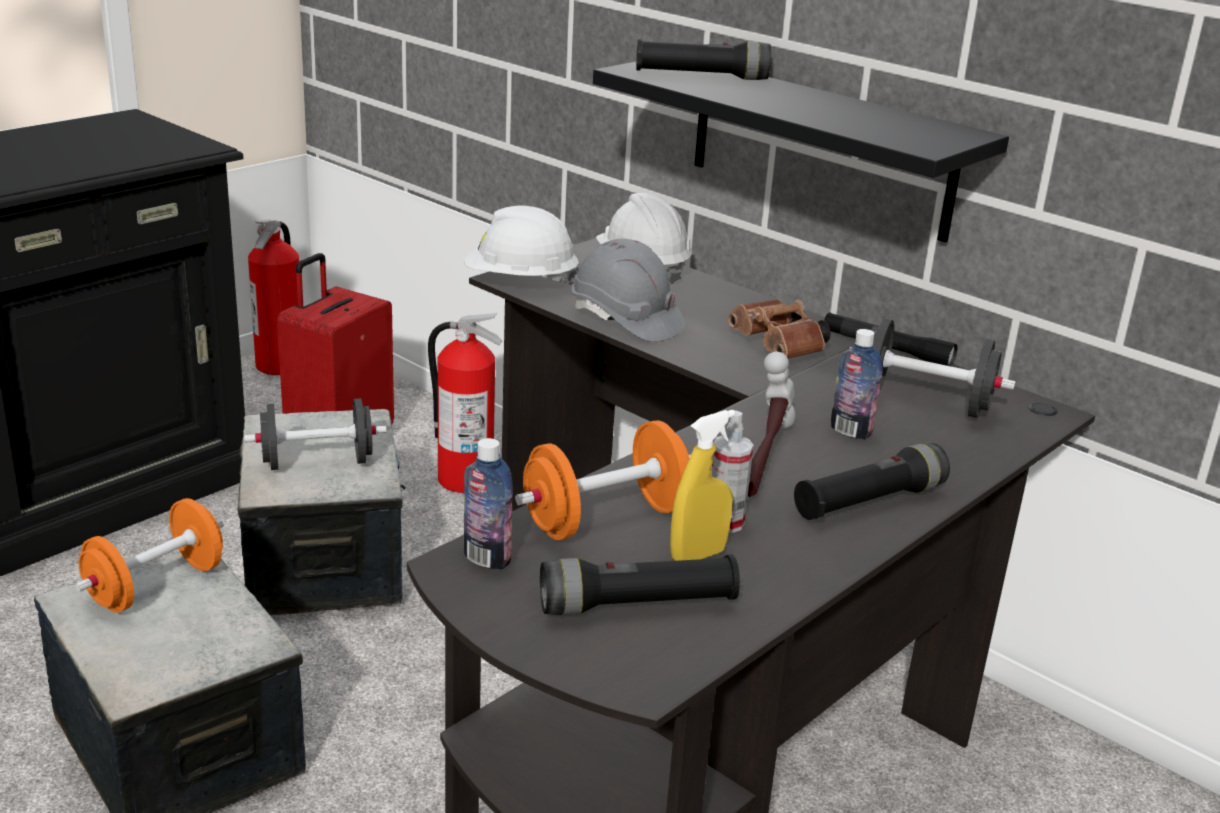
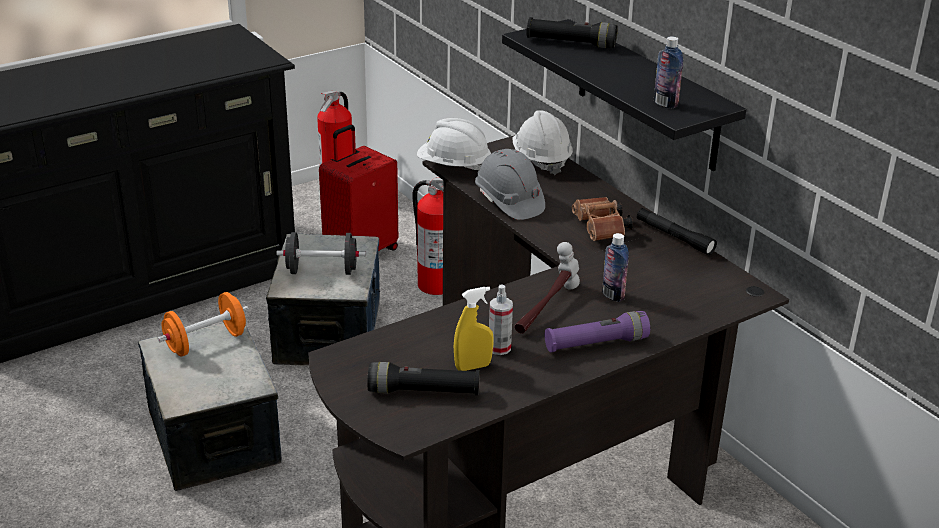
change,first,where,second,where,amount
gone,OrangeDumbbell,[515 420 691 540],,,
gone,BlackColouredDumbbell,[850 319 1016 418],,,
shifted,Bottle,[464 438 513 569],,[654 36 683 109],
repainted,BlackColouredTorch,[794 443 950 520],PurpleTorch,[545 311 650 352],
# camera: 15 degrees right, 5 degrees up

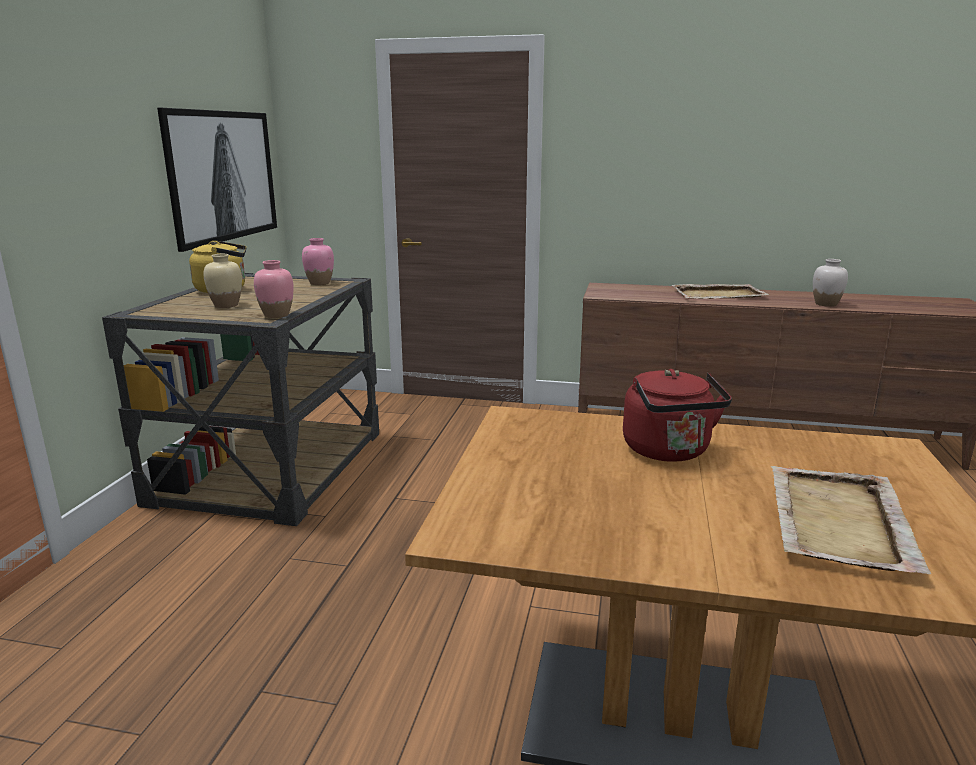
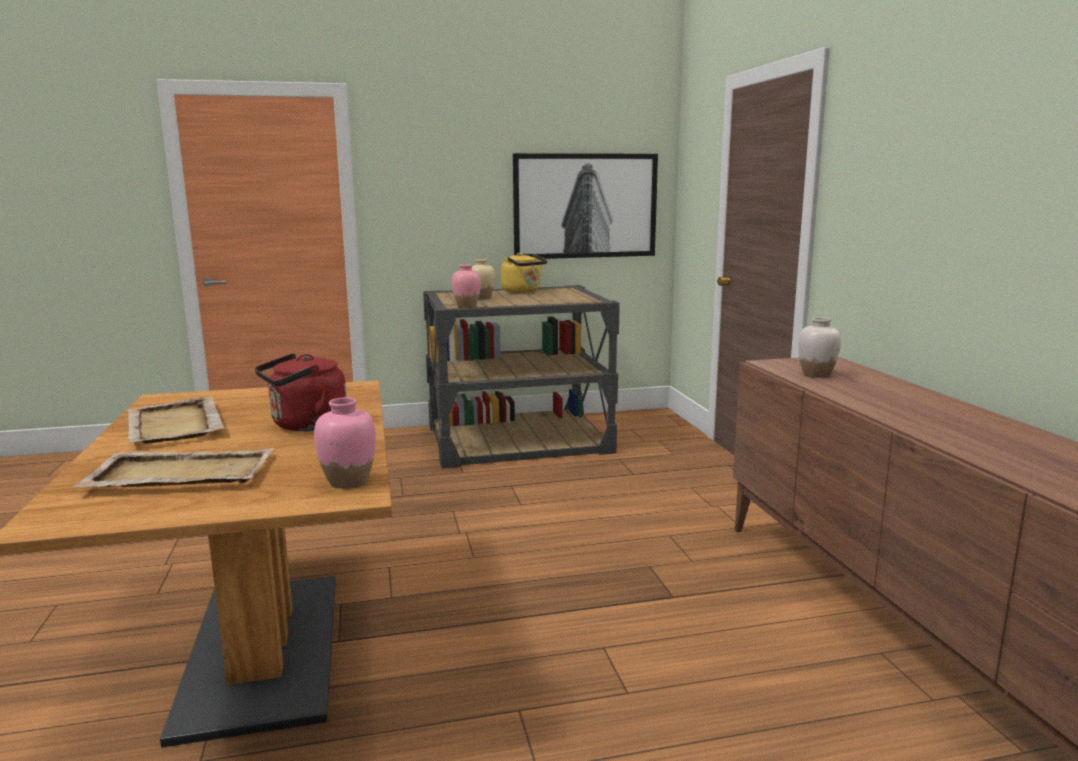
change,first,where,second,where,amount
shifted,PinkDecorativeVase,[302 238 334 285],,[314 397 376 489],
shifted,BeigeTray,[672 284 769 299],,[128 396 224 444],
shifted,WhiteColouredDecorativeVase,[813 259 848 307],,[798 317 841 378],
# camera: 65 degrees right, 5 degrees down

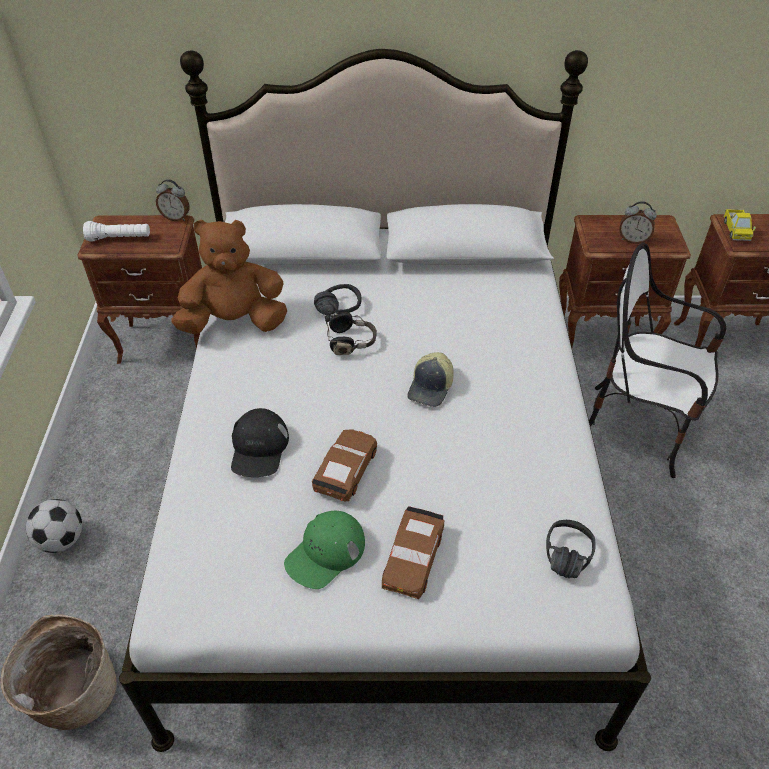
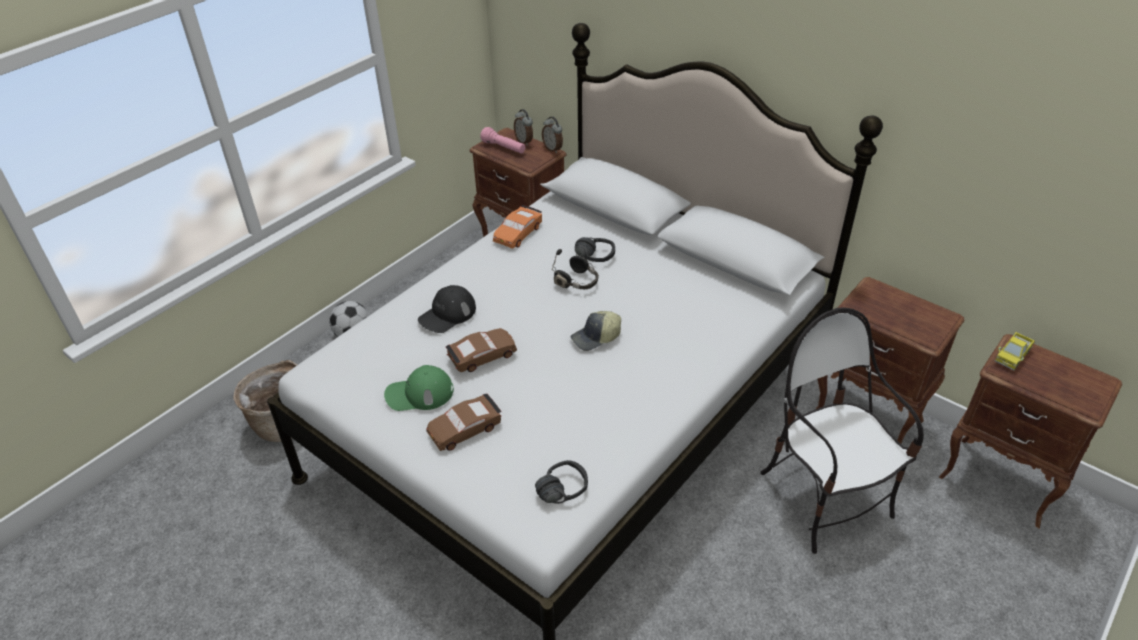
change,first,where,second,where,amount
shifted,AlarmClock,[619 201 657 244],,[514 109 533 146],
swapped,BrownColouredSoftToy,[171 219 287 334],OrangeToyCar,[493 205 542 249],
repainted,WhiteColouredTorch,[83 221 150 241],PinkTorch,[480 127 525 154],
# camera: 40 degrees right, 5 degrees down

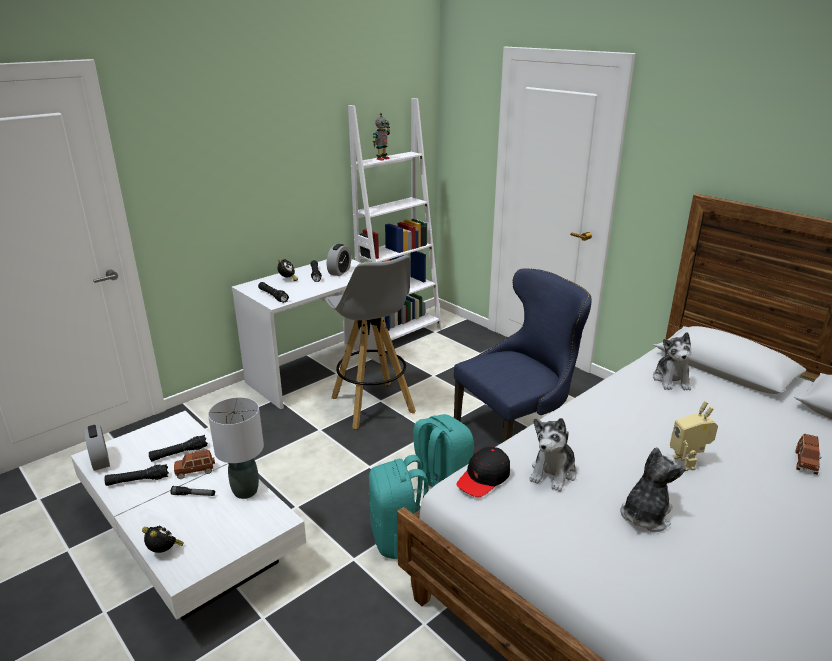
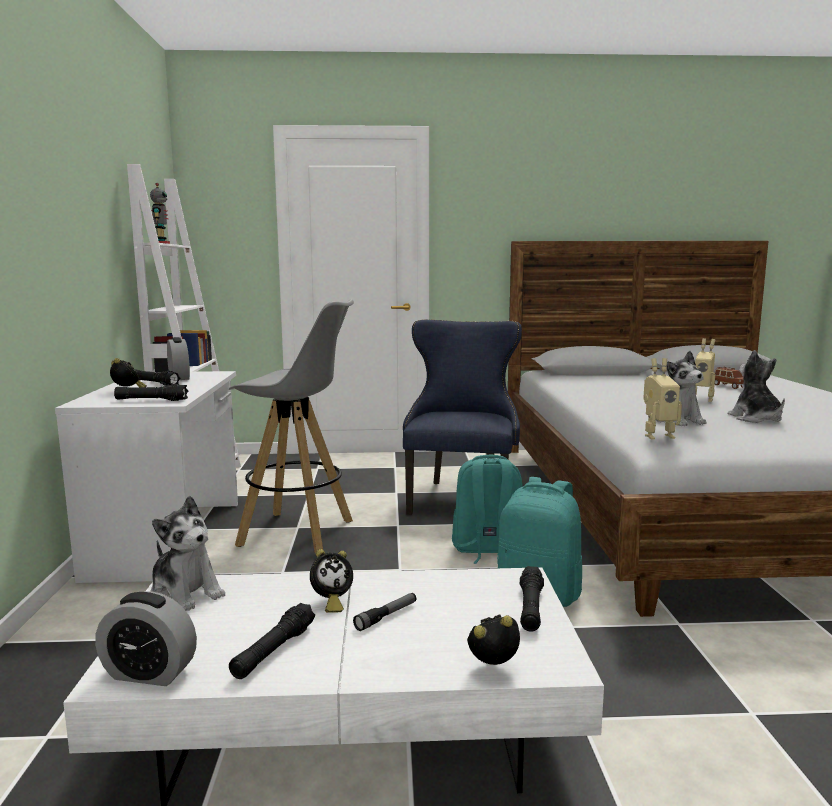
change,first,where,second,where,amount
gone,GreyishLampForATable,[208 397 264 499],,,
shifted,BlackColouredTorch,[149 435 208 462],,[520 566 544 632],
shifted,SoftToy,[653 332 691 390],,[151 496 225 611],
swapped,BrownColouredToyCar,[174 449 215 479],AlarmClock,[310 549 353 613],
swapped,BlackColouredPeakedCap,[456 447 510 498],RobotFigure,[643 358 682 439],
# camera: 50 degrees left, 15 degrees down

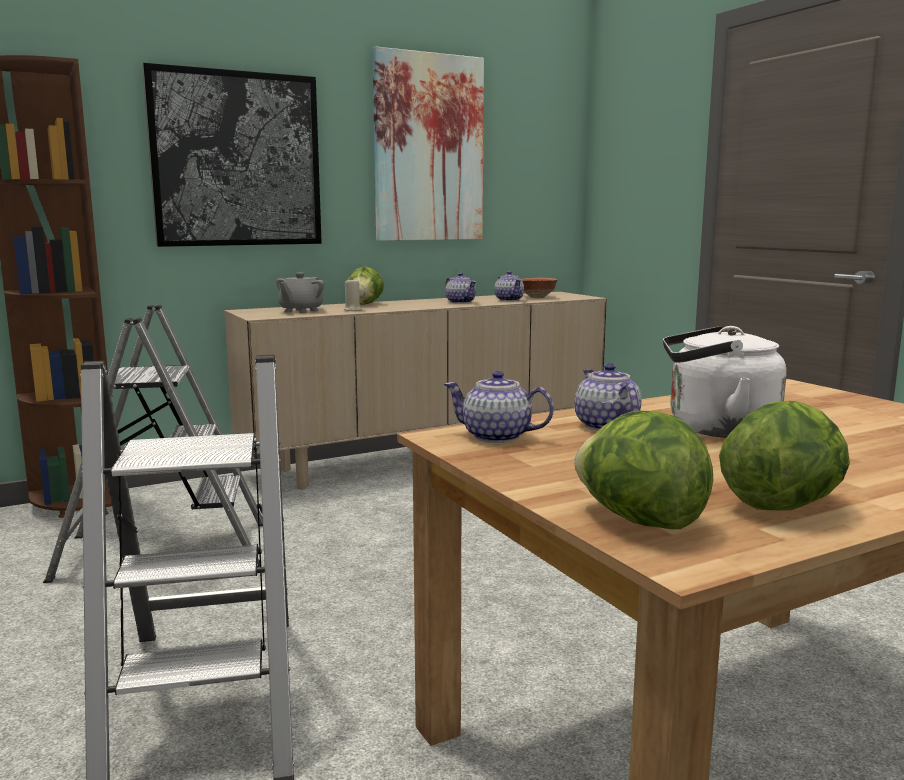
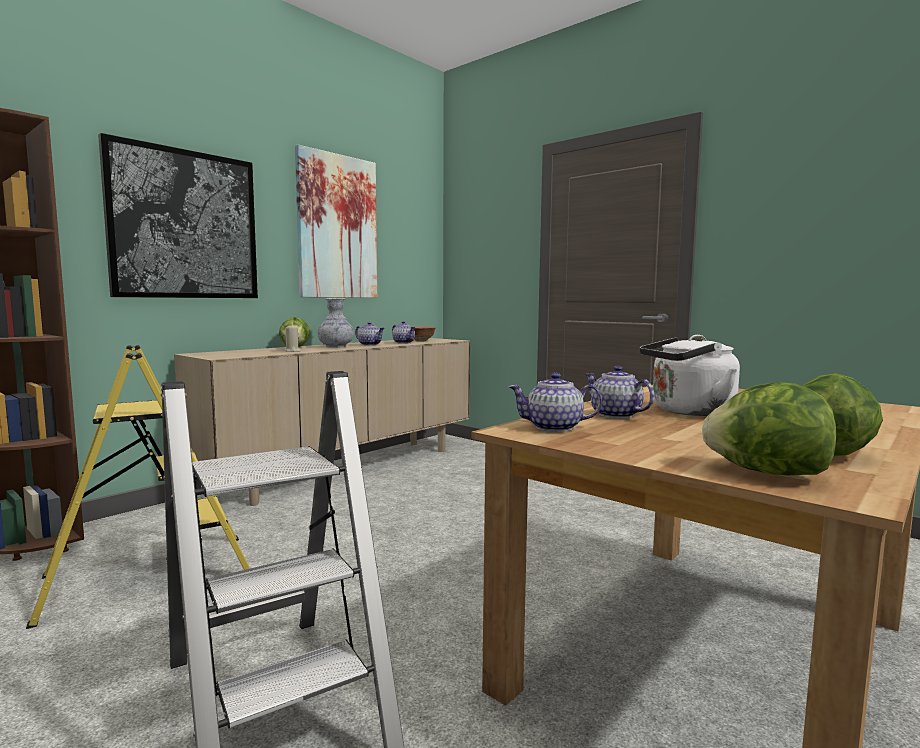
change,first,where,second,where,amount
gone,GreyishPotForTea,[276 272 324 313],,,
new,,,DecorativeVase,[317 298 354 348],
repainted,GreyishStepLadder,[43 305 263 583],YellowColouredStepLadder,[26 345 250 629],
# camera: 20 degrees left, 5 degrees down

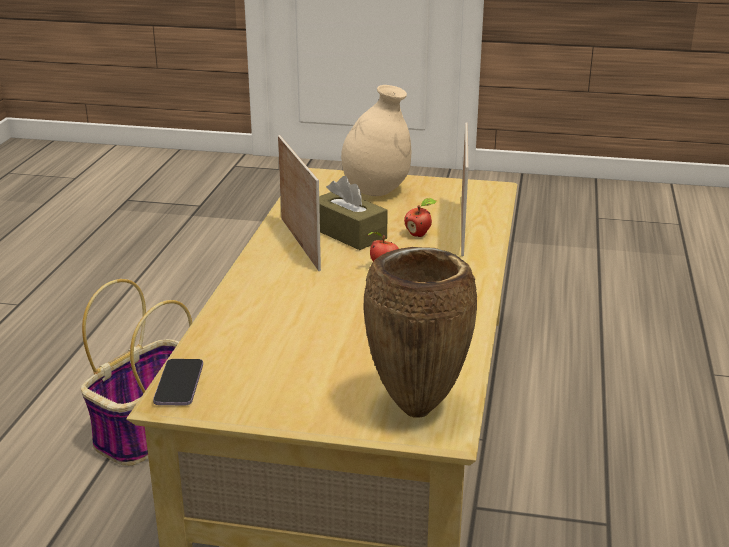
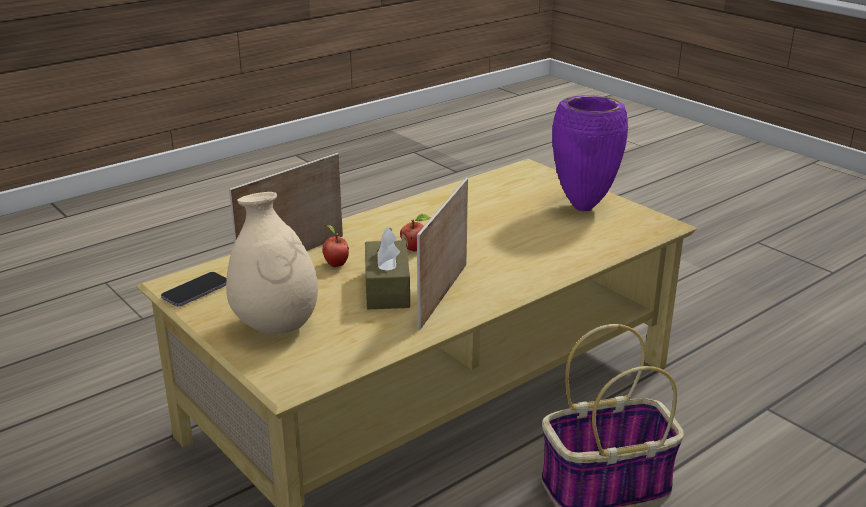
change,first,where,second,where,amount
gone,BrownColouredDecorativeVase,[363 247 477 418],,,
new,,,PurpleDecorativeVase,[552 95 628 211],
shifted,Handset,[153 359 203 405],,[161 272 227 306],
# camera: 140 degrees left, 0 degrees up

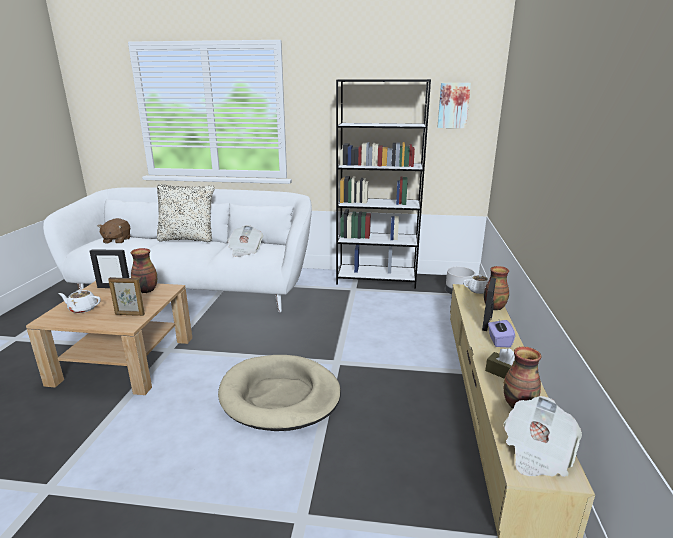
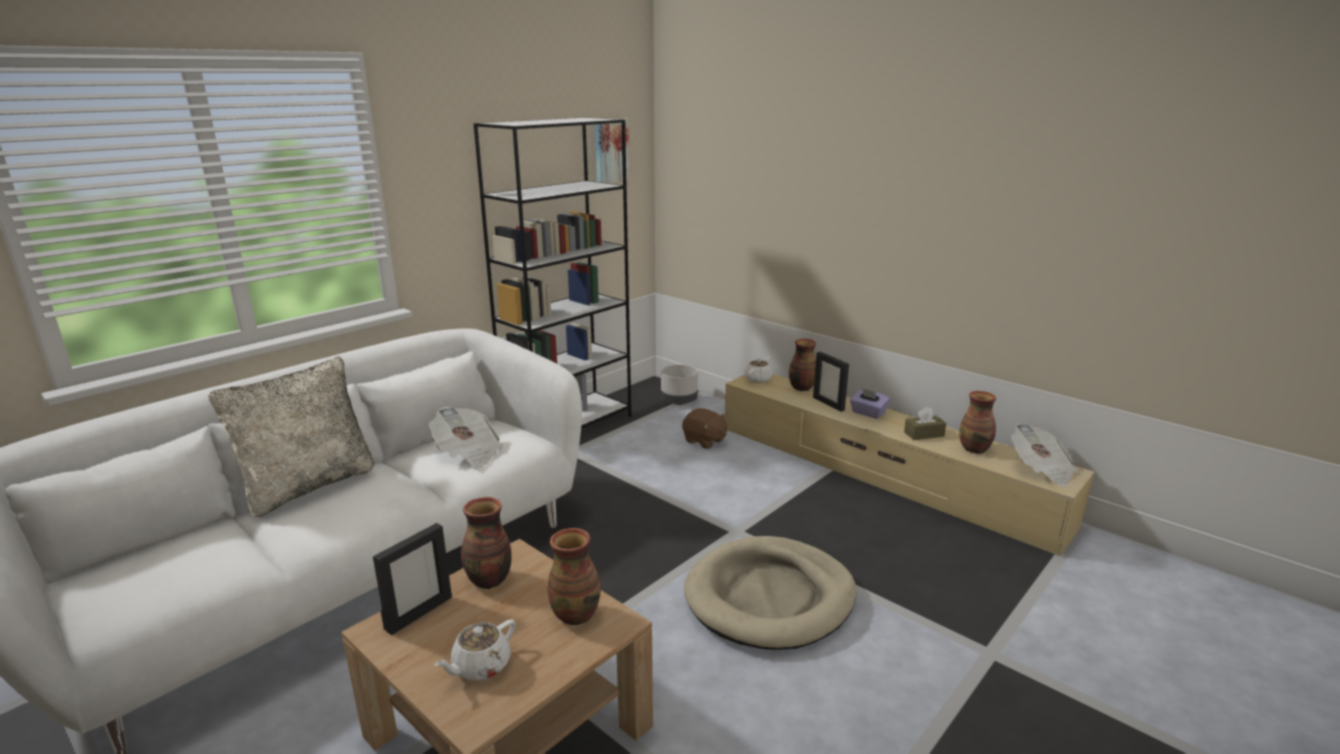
change,first,where,second,where,amount
shifted,BrownColouredSoftToy,[98 218 130 243],,[682 408 727 449],
swapped,StandingFrame,[108 277 145 316],DecorativeVase,[548 528 601 625],
# camera: 55 degrees left, 0 degrees up

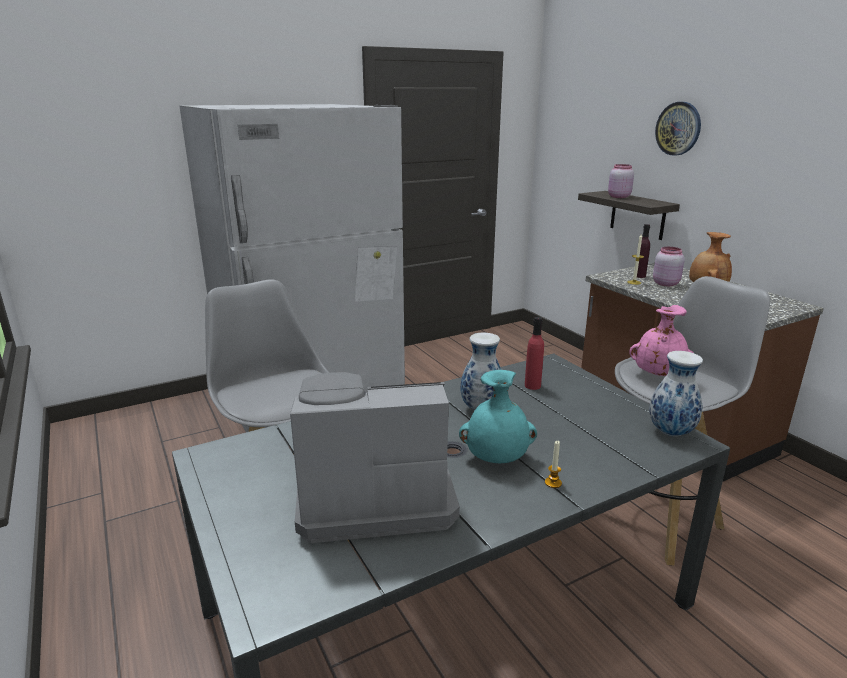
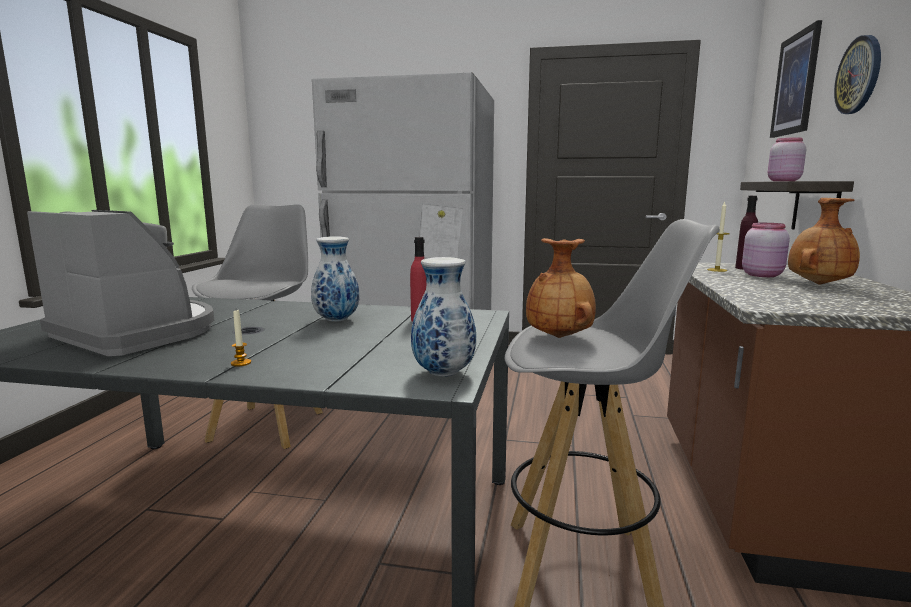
change,first,where,second,where,amount
gone,BlueGreenDecorativeVase,[459 370 537 463],,,
new,,,WallArt,[770 20 822 138],
repainted,PinkDecorativeVase,[629 305 693 376],BrownColouredDecorativeVase,[526 238 596 338],
# camera: 40 degrees right, 10 degrees down

